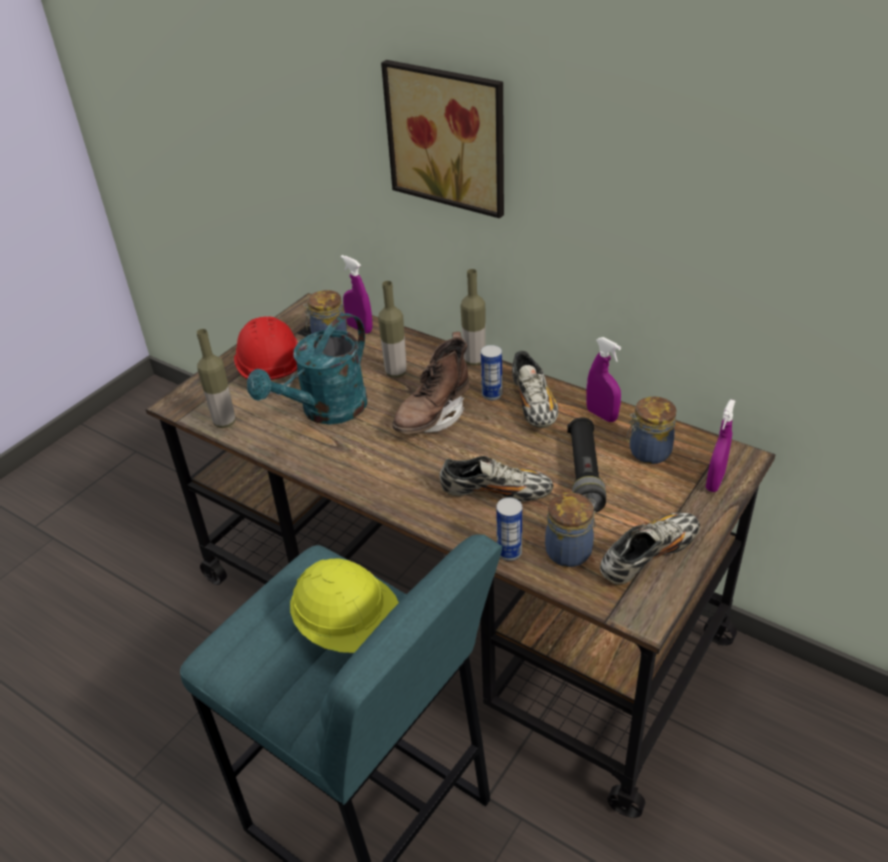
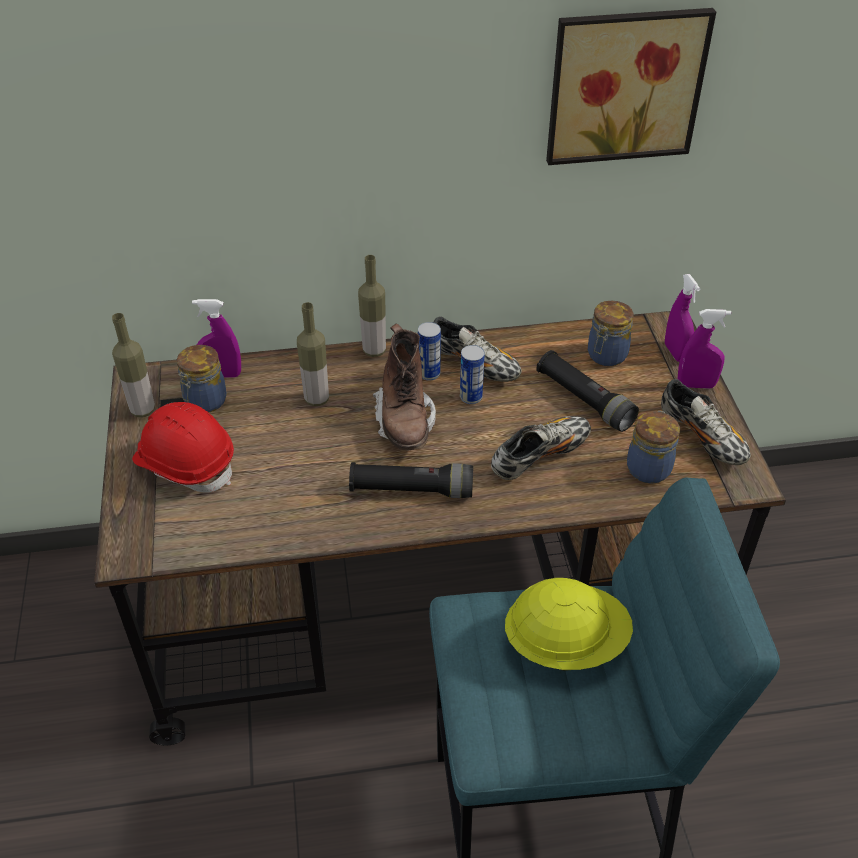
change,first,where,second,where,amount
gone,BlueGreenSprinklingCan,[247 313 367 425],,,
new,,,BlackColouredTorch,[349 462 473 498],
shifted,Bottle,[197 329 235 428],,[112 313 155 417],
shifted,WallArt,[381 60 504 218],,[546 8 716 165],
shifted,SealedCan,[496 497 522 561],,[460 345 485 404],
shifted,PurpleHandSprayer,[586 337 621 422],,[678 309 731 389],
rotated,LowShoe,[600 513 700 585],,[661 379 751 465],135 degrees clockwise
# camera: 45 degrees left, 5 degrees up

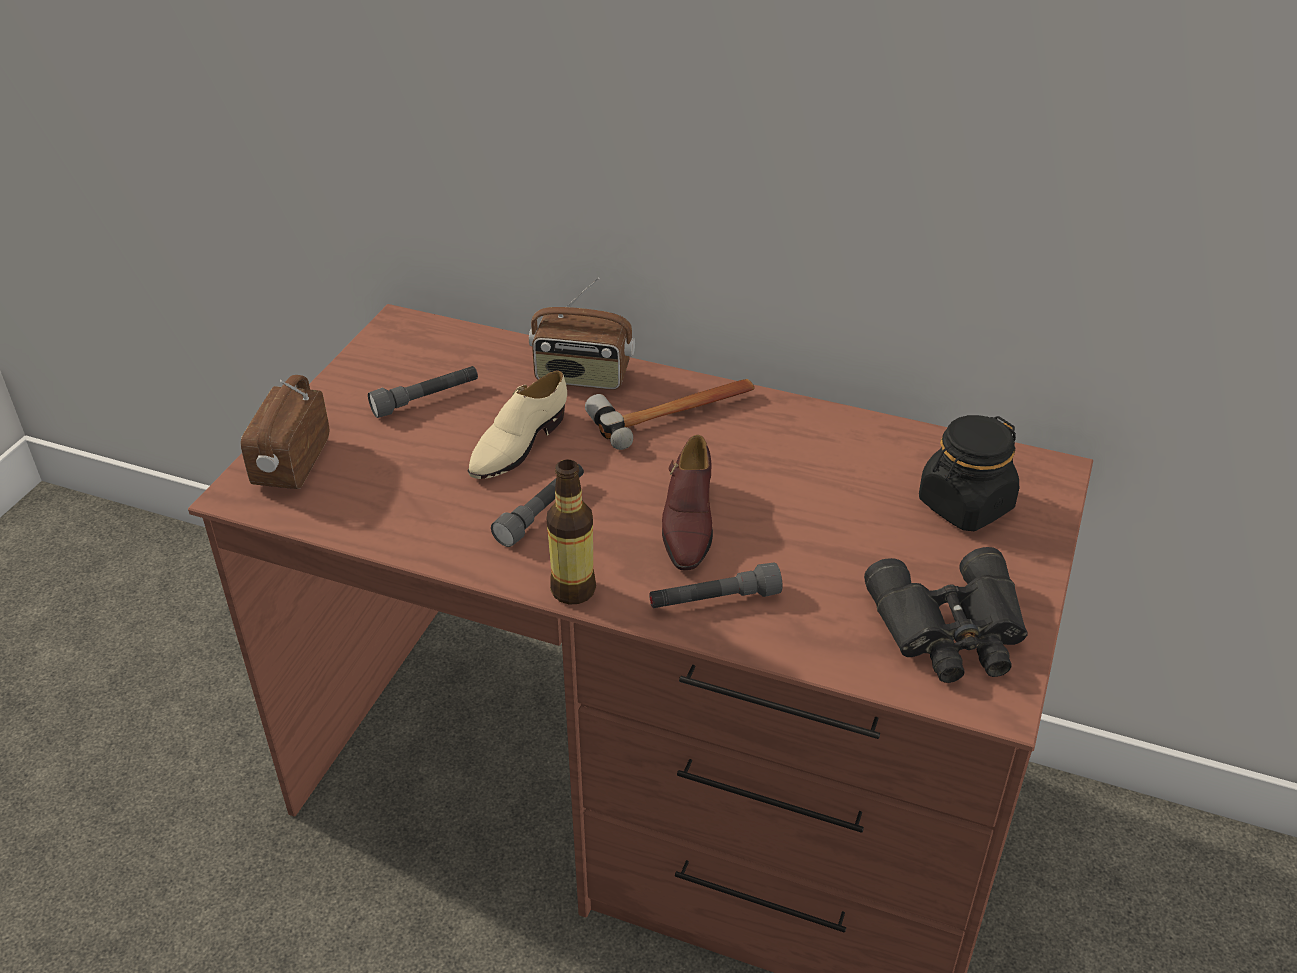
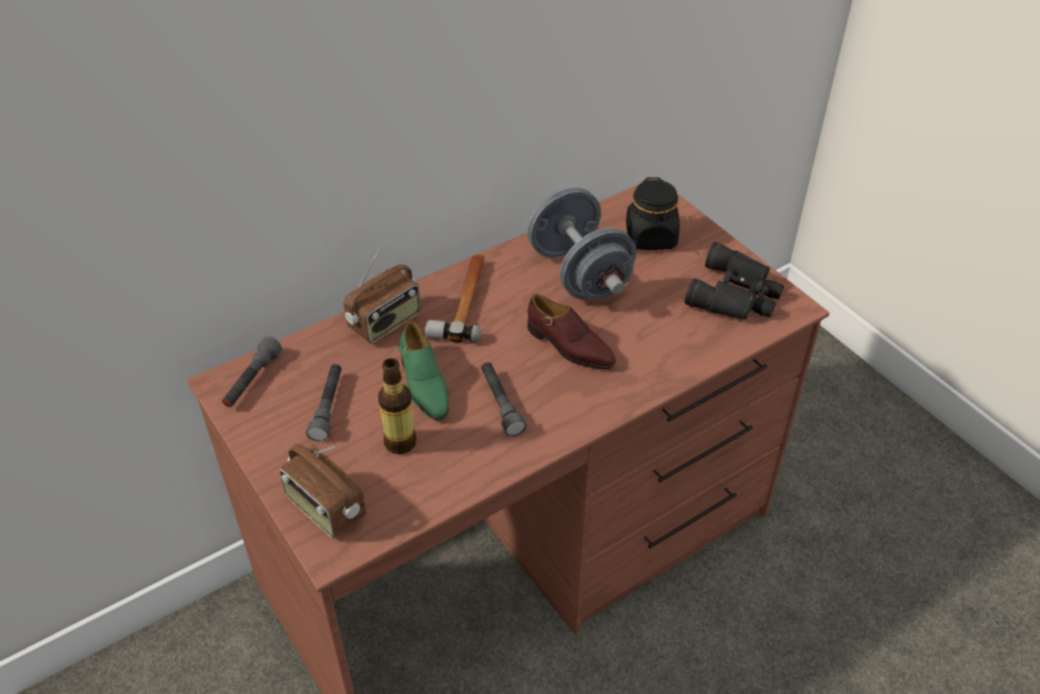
change,first,where,second,where,amount
new,,,GreyishDumbbell,[527 187 636 300],
shifted,Bottle,[546 459 596 605],,[378 358 417 454],
shifted,GreyishTorch,[649 563 782 608],,[222 336 282 407],
repainted,BeigeLowShoe,[468 371 567 479],GreenLowShoe,[399 321 449 420],
# camera: 55 degrees left, 5 degrees up

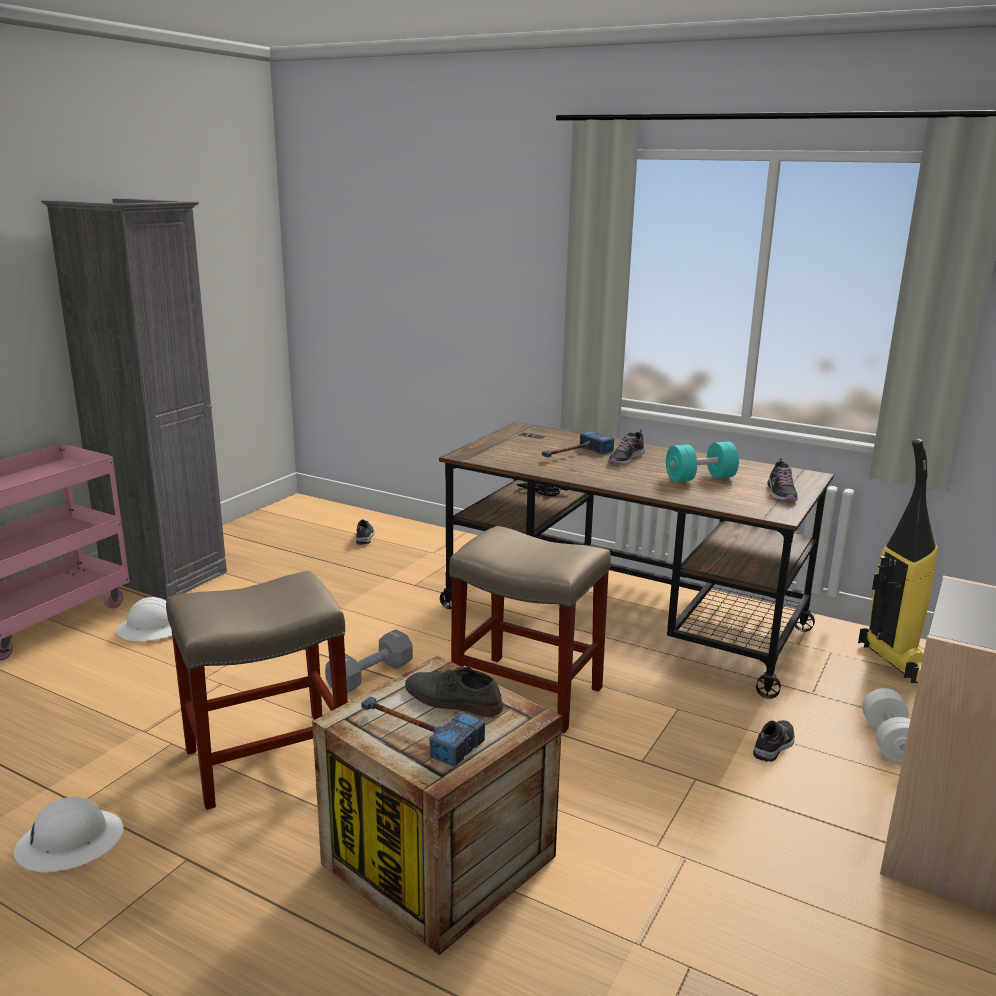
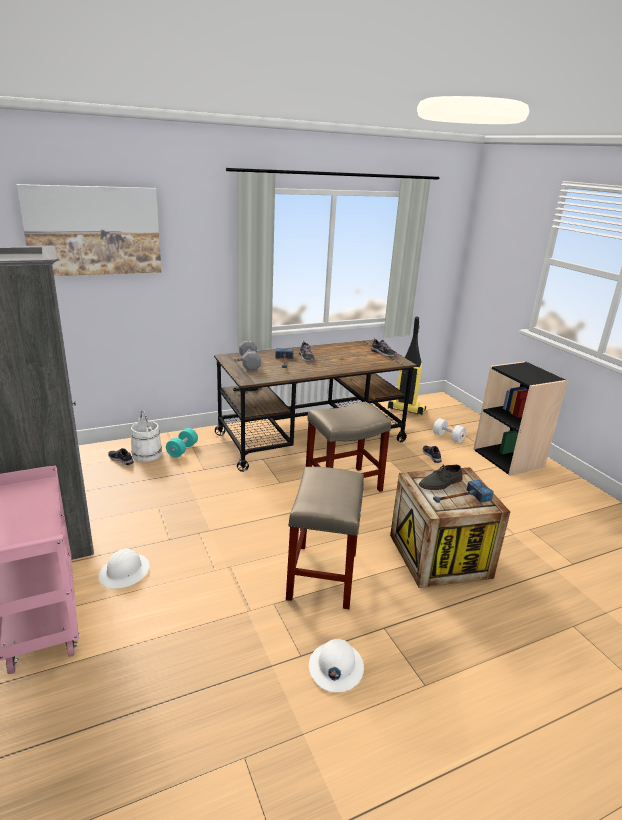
change,first,where,second,where,amount
new,,,WallArt,[16 184 161 276],
new,,,WhiteColouredPail,[131 410 162 462],
shifted,GreyishDumbbell,[325 629 413 693],,[239 340 261 371],
shifted,BlueGreenDumbbell,[666 442 739 482],,[166 428 198 457],
# camera: 55 degrees left, 5 degrees up

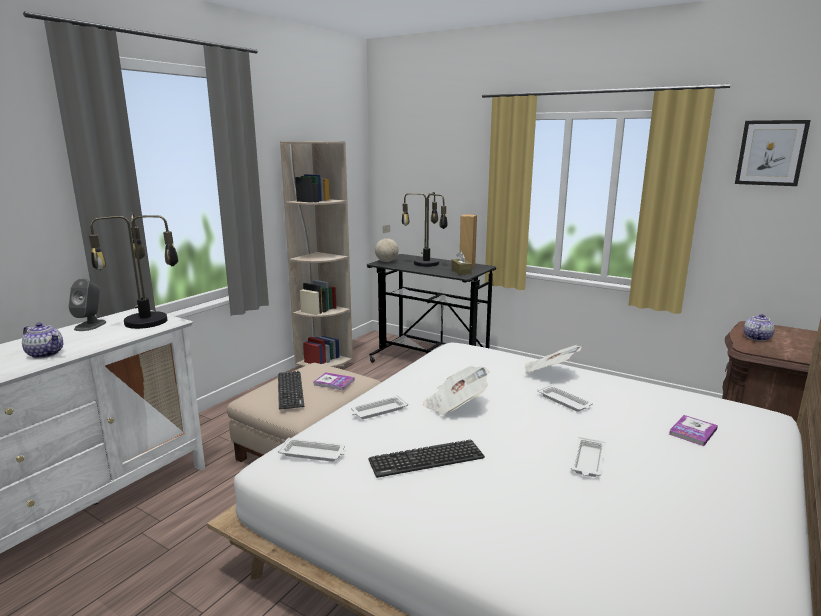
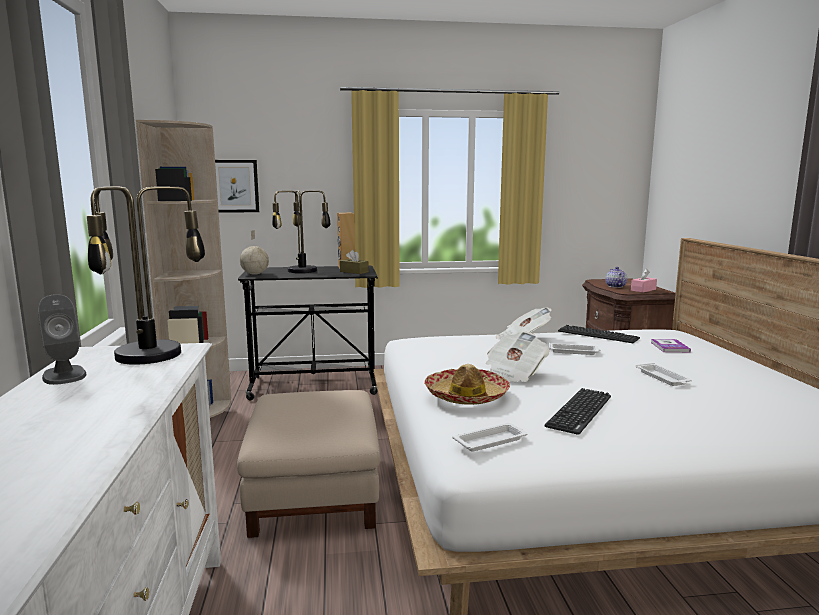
change,first,where,second,where,amount
gone,PotForTea,[22 322 63 359],,,
gone,Book,[314 372 355 390],,,
new,,,PinkTissueHolder,[631 269 657 292],
shifted,ComputerKeyboard,[278 371 304 409],,[558 325 640 343],
shifted,WallArt,[735 120 811 186],,[215 160 259 213],
swapped,WhiteColouredTray,[351 395 408 419],ClothingHat,[424 364 510 405],
# camera: 40 degrees left, 5 degrees down

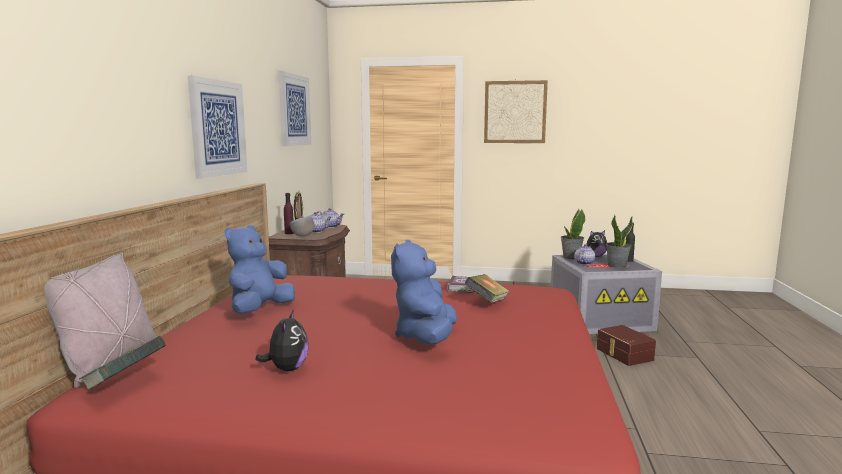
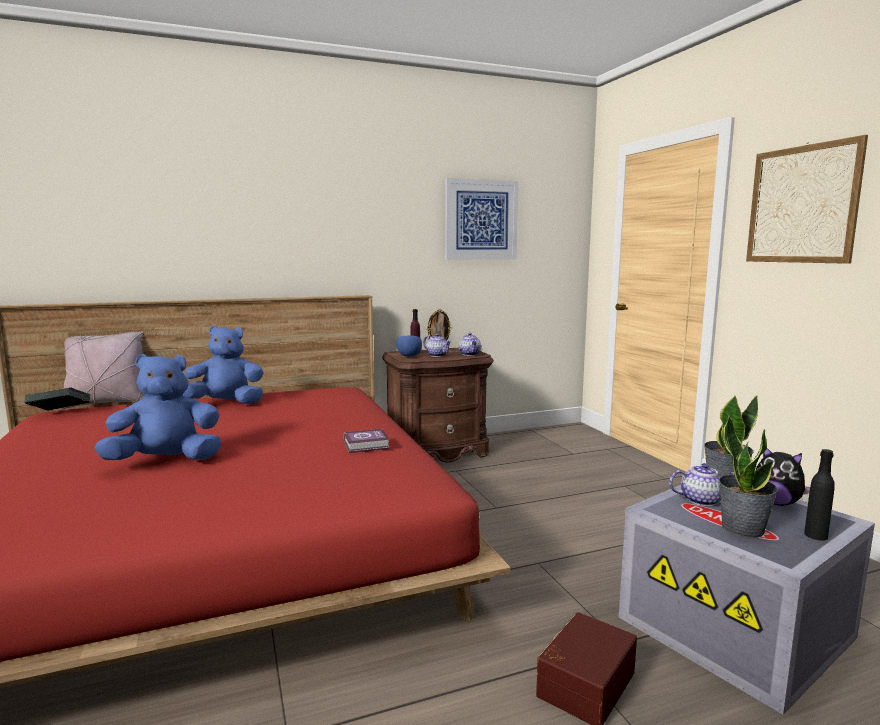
change,first,where,second,where,amount
gone,WallArt,[188 75 247 179],,,
gone,SoftToy,[256 310 309 371],,,
gone,Book,[465 274 510 303],,,
repainted,GreyishBowl,[290 216 315 236],BluishBowl,[396 336 422 357],
# camera: 60 degrees right, 0 degrees up

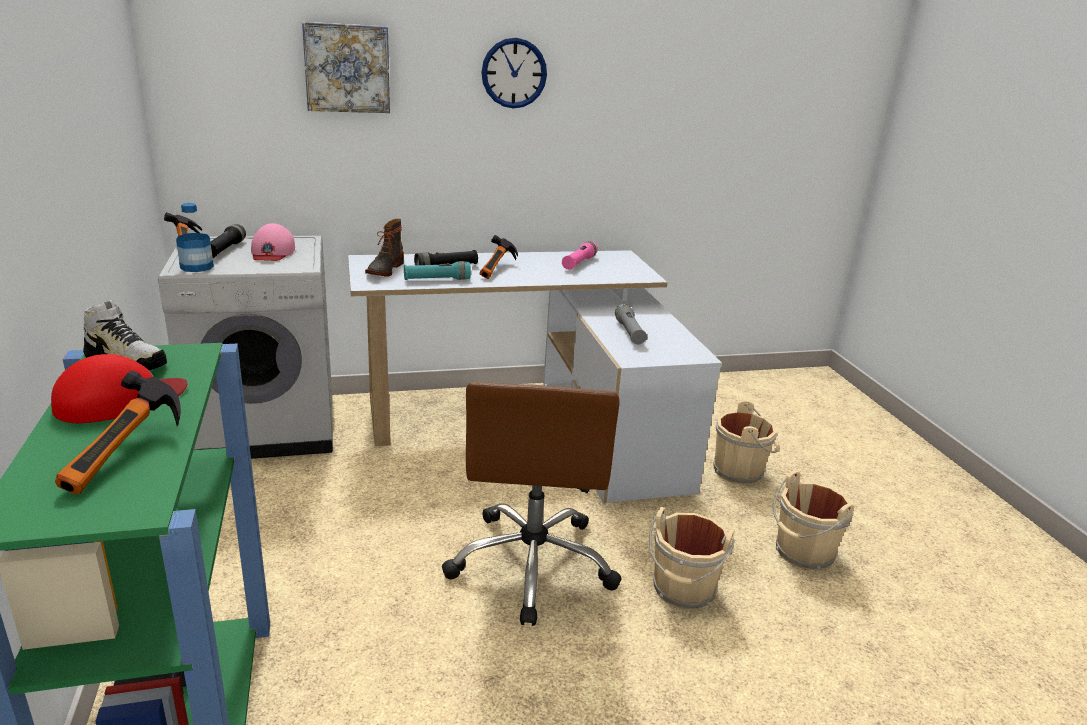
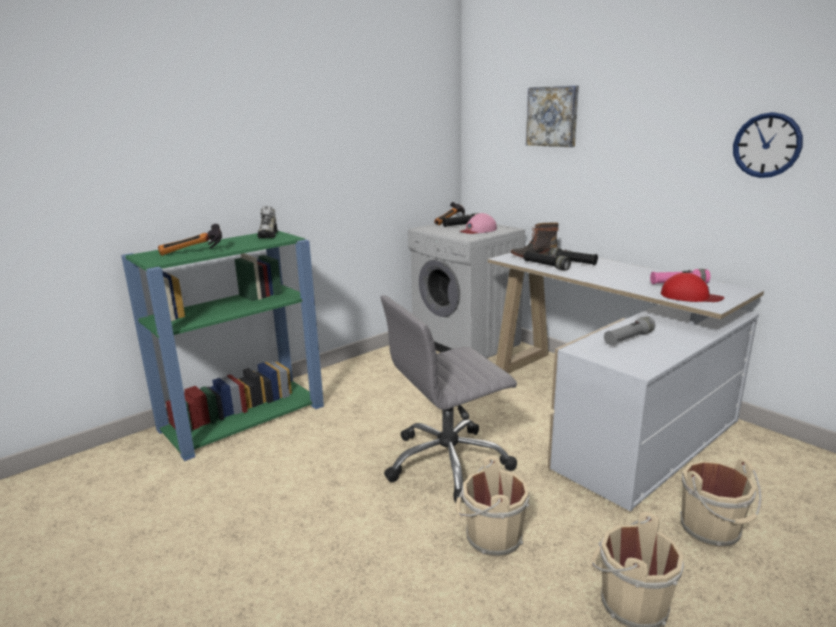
change,first,where,second,where,amount
gone,Bottle,[176 203 214 272],,,
gone,Hammer,[479 235 518 279],,,
shifted,ReddishPeakedCap,[51 354 187 423],,[661 273 724 302],
shifted,ClockOnTheWall,[481 38 547 108],,[733 112 803 178],
repainted,BlueGreenTorch,[404 261 471 280],BlackColouredTorch,[523 250 571 270],
repainted,BrownColouredComputerChair,[442 382 622 626],GreyishComputerChair,[380 295 517 503],
# camera: 65 degrees right, 5 degrees down

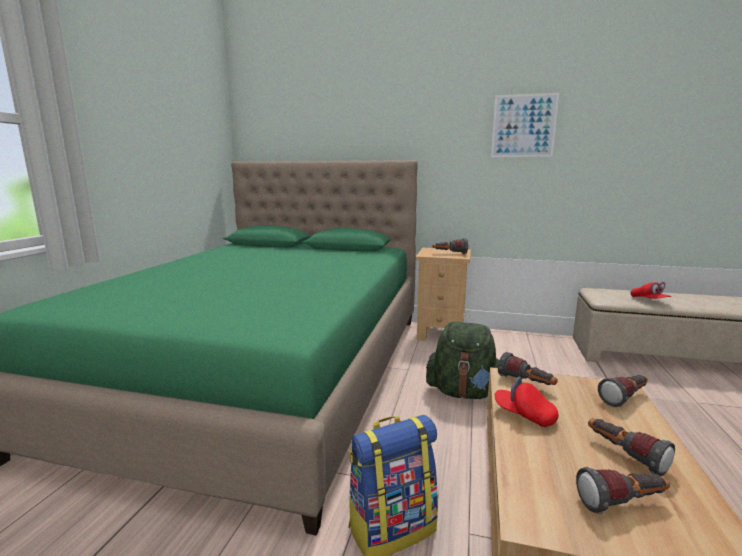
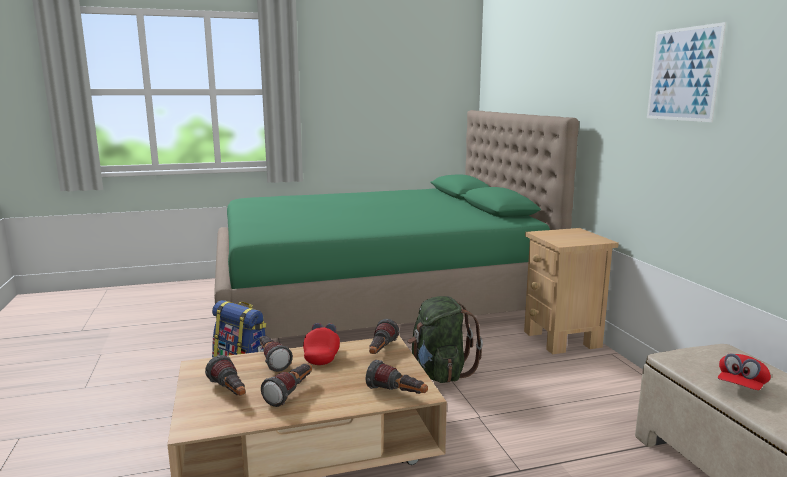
change,first,where,second,where,amount
shifted,Torch,[433 238 468 254],,[260 336 293 372],
# camera: 60 degrees right, 0 degrees up

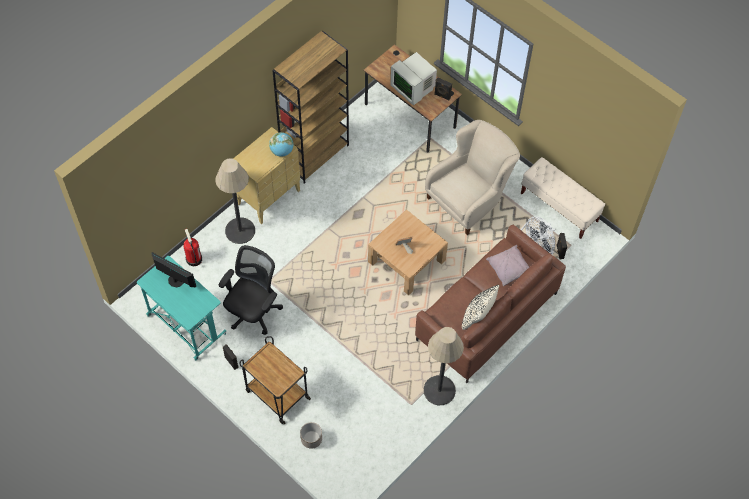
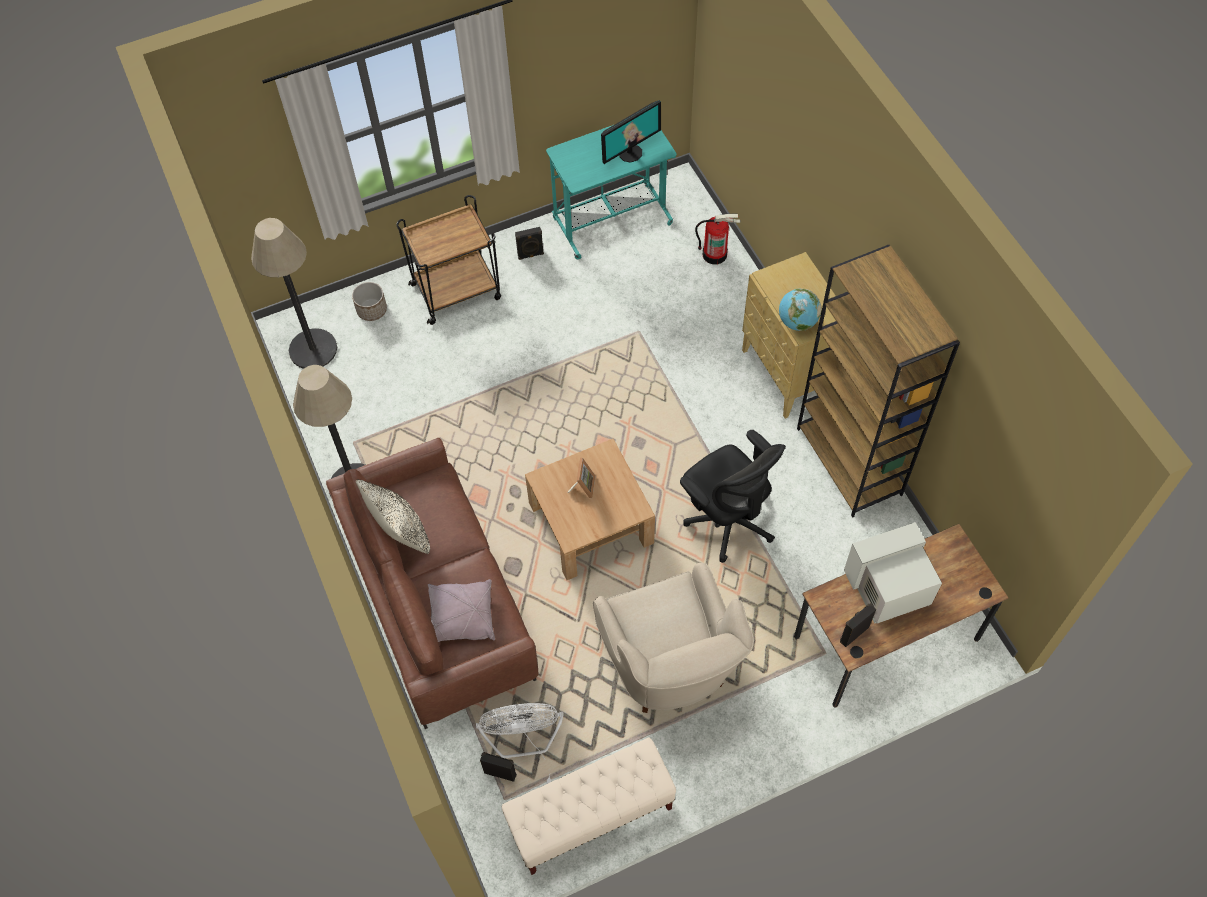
change,first,where,second,where,amount
shifted,StandardLamp,[215 158 255 244],,[251 218 337 369],
shifted,BlackColouredComputerChair,[219 245 283 335],,[680 430 786 563],
# camera: 115 degrees right, 0 degrees up

